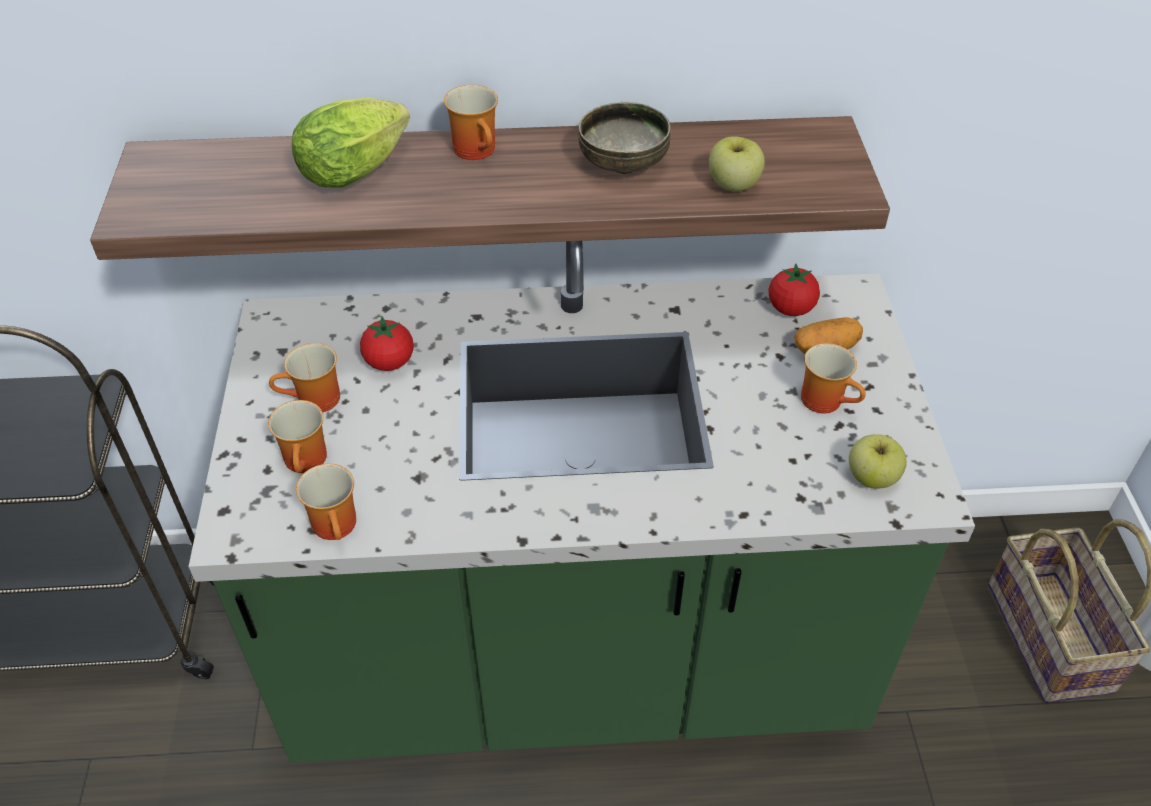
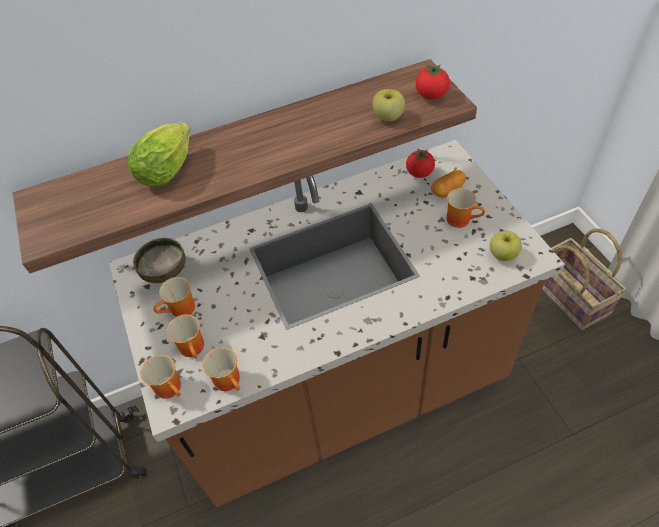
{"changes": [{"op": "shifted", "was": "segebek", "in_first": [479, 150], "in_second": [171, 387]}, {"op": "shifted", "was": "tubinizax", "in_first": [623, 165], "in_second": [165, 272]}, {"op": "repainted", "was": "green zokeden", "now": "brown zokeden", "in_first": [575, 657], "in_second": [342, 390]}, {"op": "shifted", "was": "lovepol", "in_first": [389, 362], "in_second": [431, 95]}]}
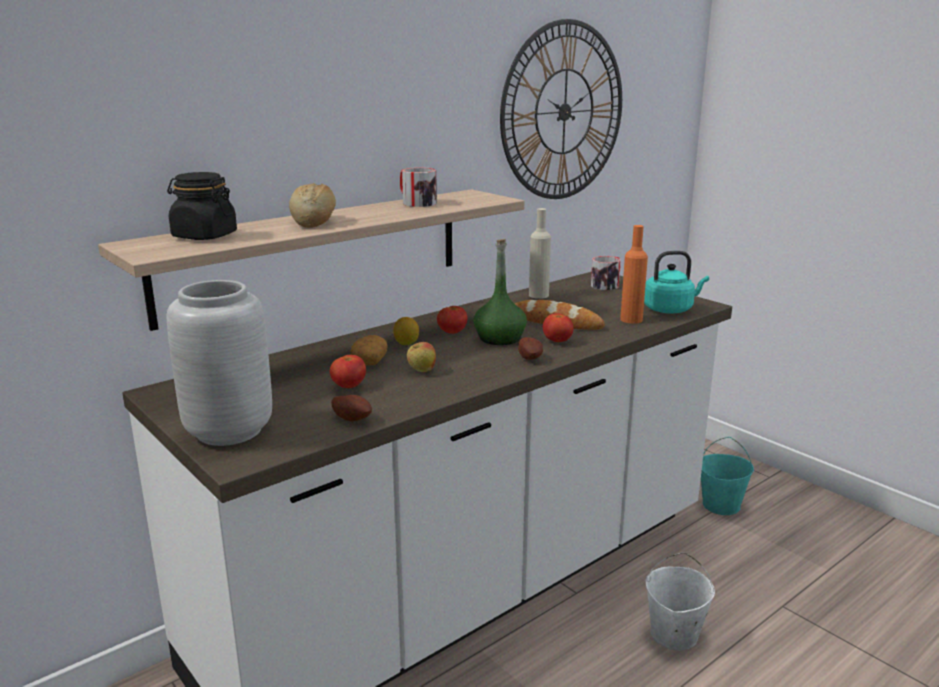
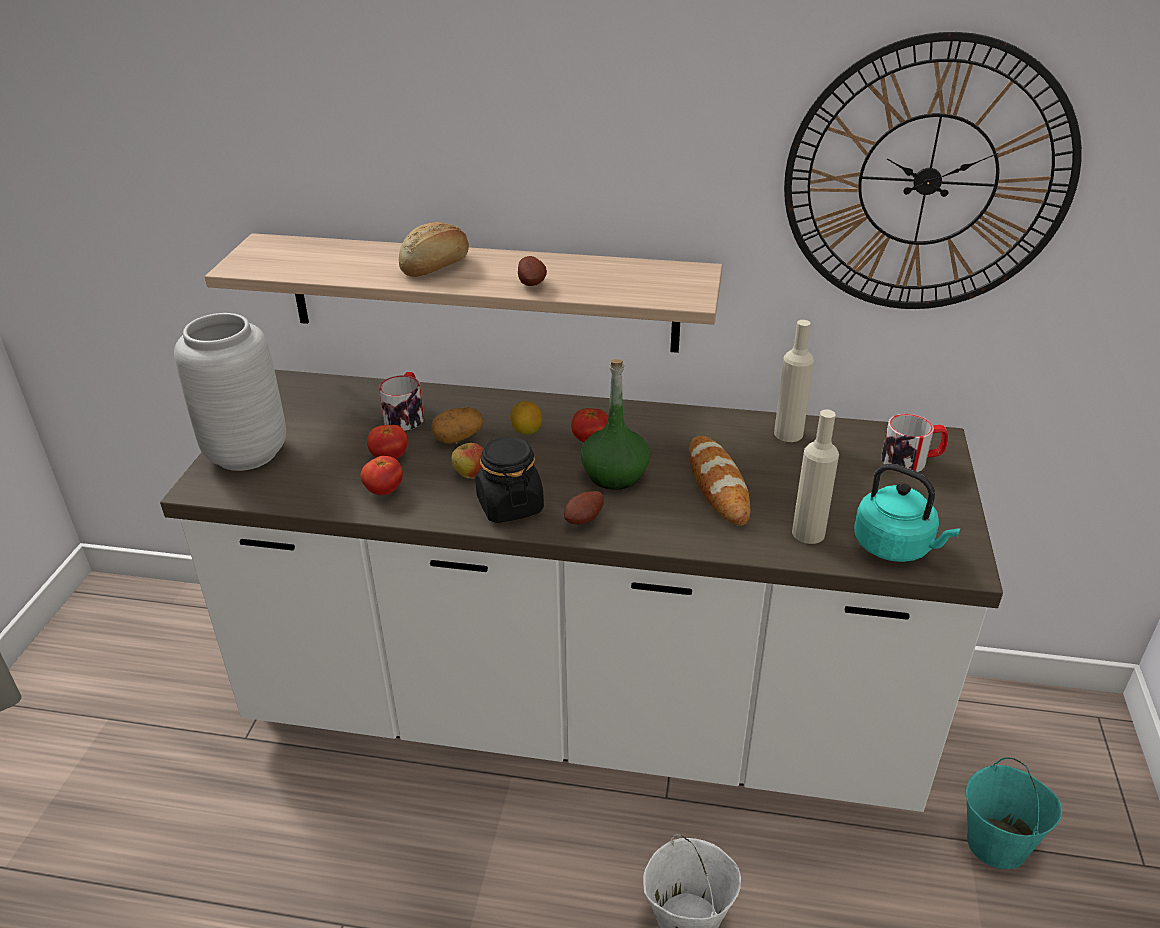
{"changes": [{"op": "shifted", "was": "segebek", "in_first": [415, 202], "in_second": [406, 415]}, {"op": "shifted", "was": "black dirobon", "in_first": [204, 236], "in_second": [509, 505]}, {"op": "repainted", "was": "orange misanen", "now": "beige misanen", "in_first": [631, 319], "in_second": [808, 533]}, {"op": "shifted", "was": "lovepol", "in_first": [557, 341], "in_second": [384, 491]}, {"op": "shifted", "was": "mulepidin", "in_first": [353, 419], "in_second": [532, 283]}]}
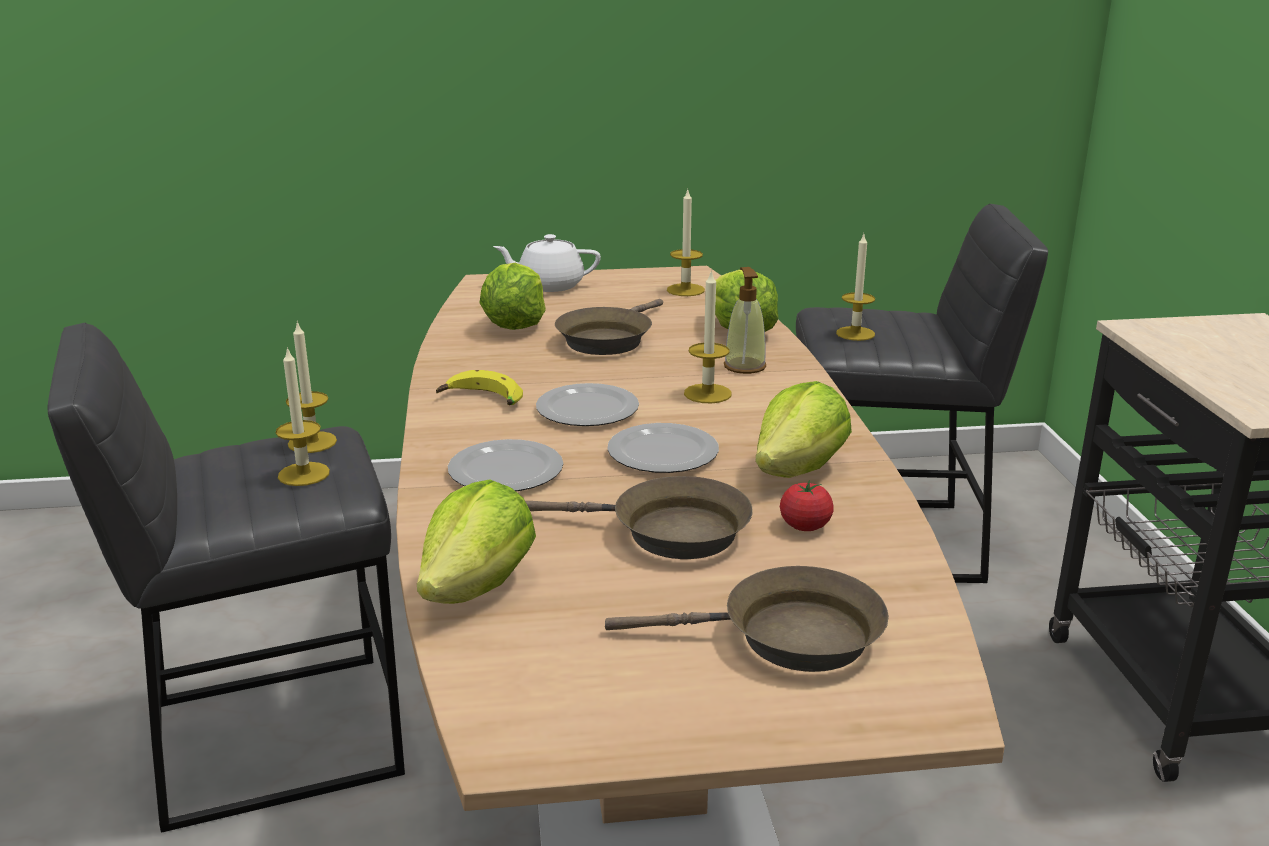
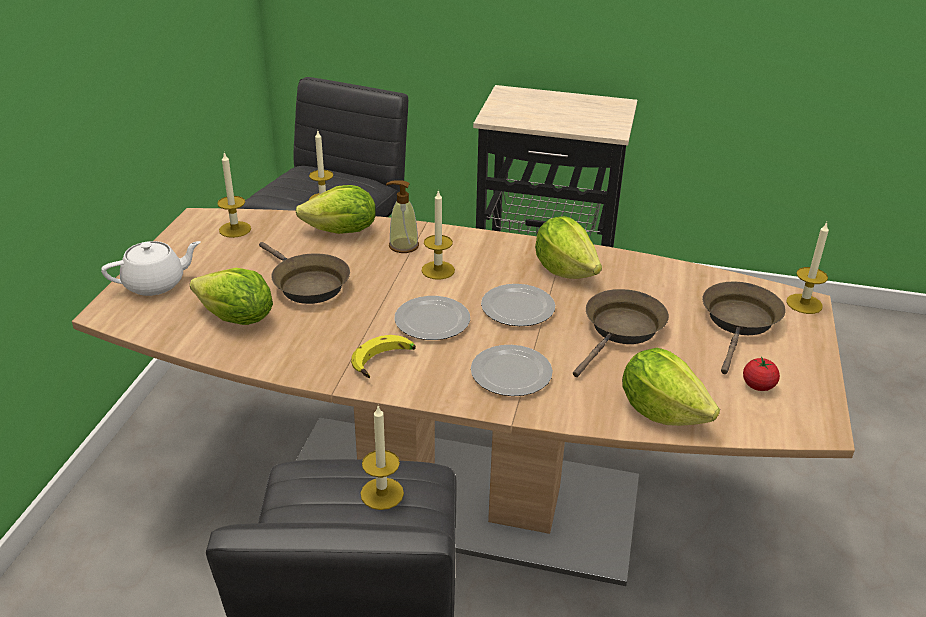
{"changes": [{"op": "rotated", "was": "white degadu", "in_first": [549, 285], "in_second": [156, 284], "clockwise": -135}, {"op": "shifted", "was": "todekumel", "in_first": [312, 442], "in_second": [804, 304]}, {"op": "shifted", "was": "lovepol", "in_first": [805, 526], "in_second": [758, 386]}]}
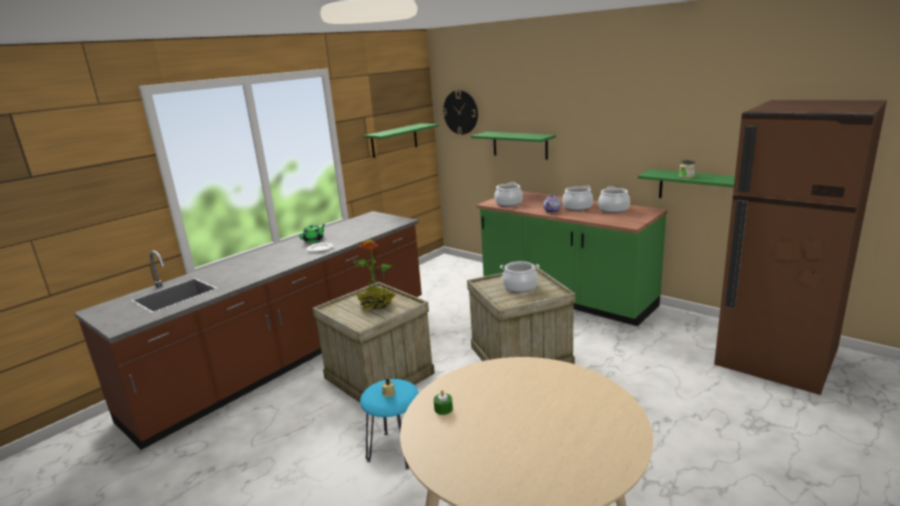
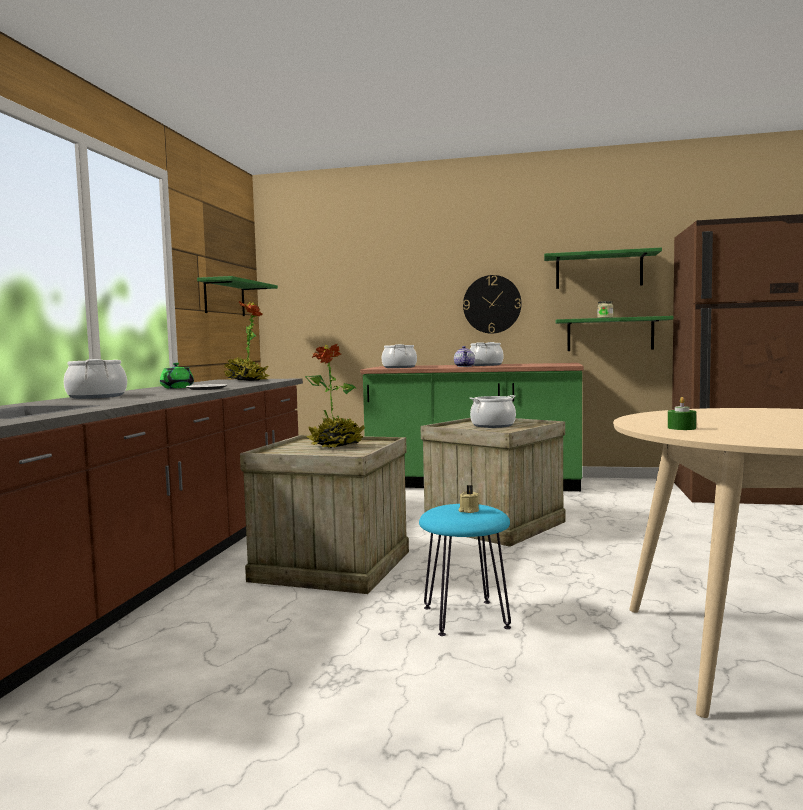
{"changes": [{"op": "shifted", "was": "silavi", "in_first": [460, 112], "in_second": [492, 304]}, {"op": "shifted", "was": "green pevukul", "in_first": [519, 145], "in_second": [599, 271]}, {"op": "shifted", "was": "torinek", "in_first": [613, 209], "in_second": [97, 396]}, {"op": "new", "now": "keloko", "in_second": [246, 380]}]}
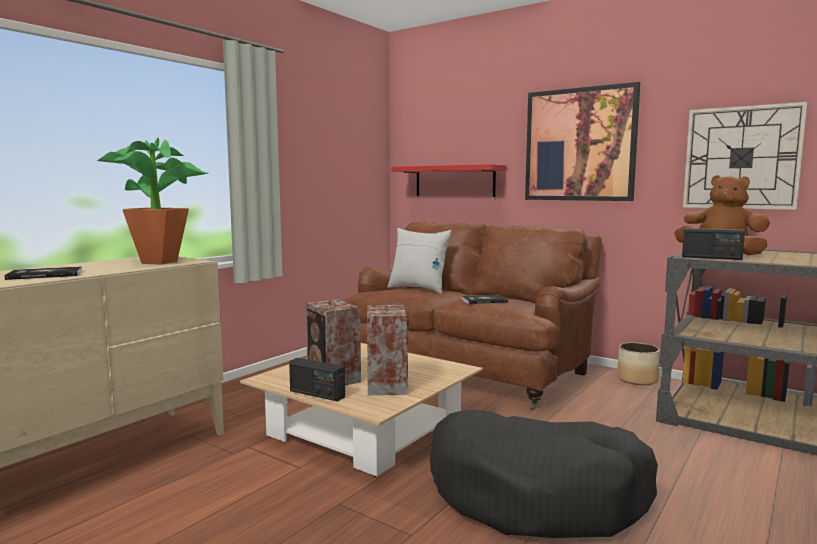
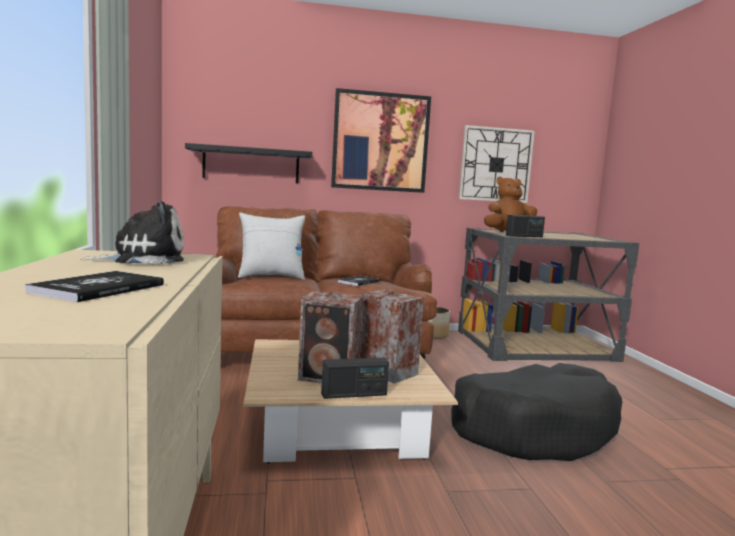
{"changes": [{"op": "swapped", "was": "keloko", "now": "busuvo", "in_first": [156, 261], "in_second": [143, 259]}, {"op": "repainted", "was": "red pevukul", "now": "black pevukul", "in_first": [454, 181], "in_second": [251, 165]}]}
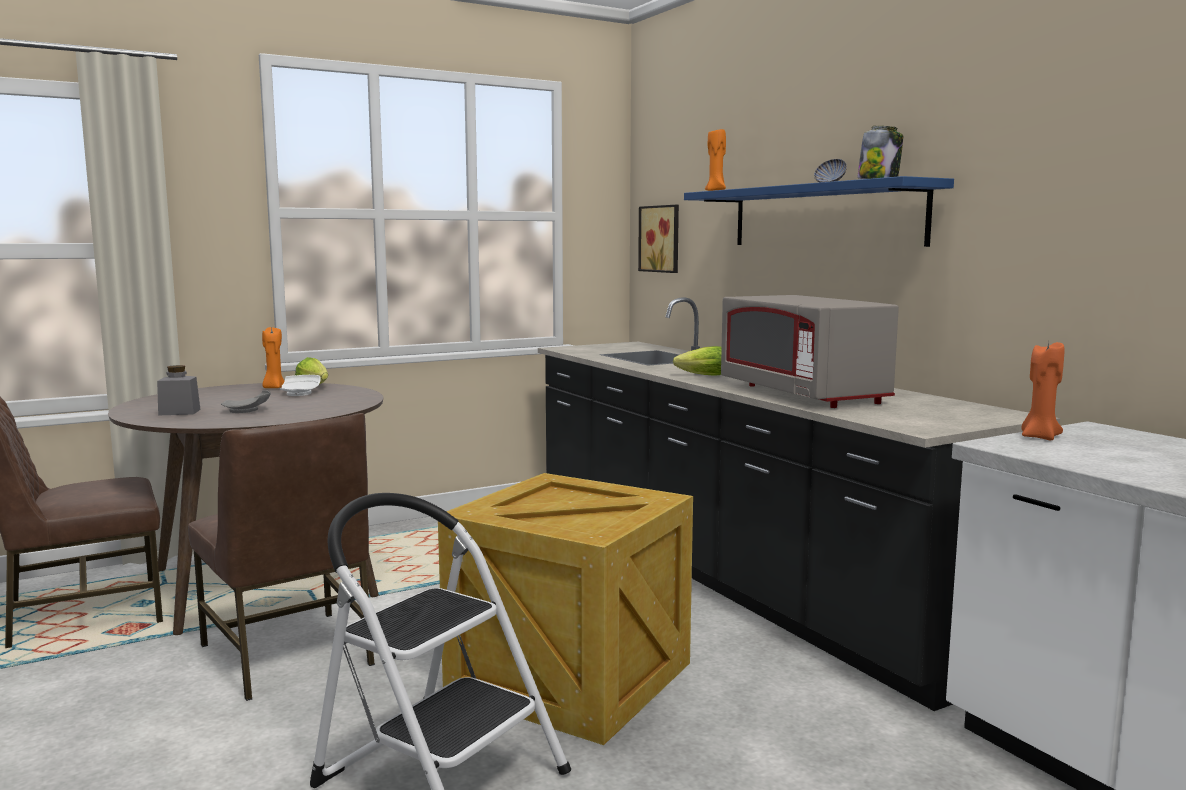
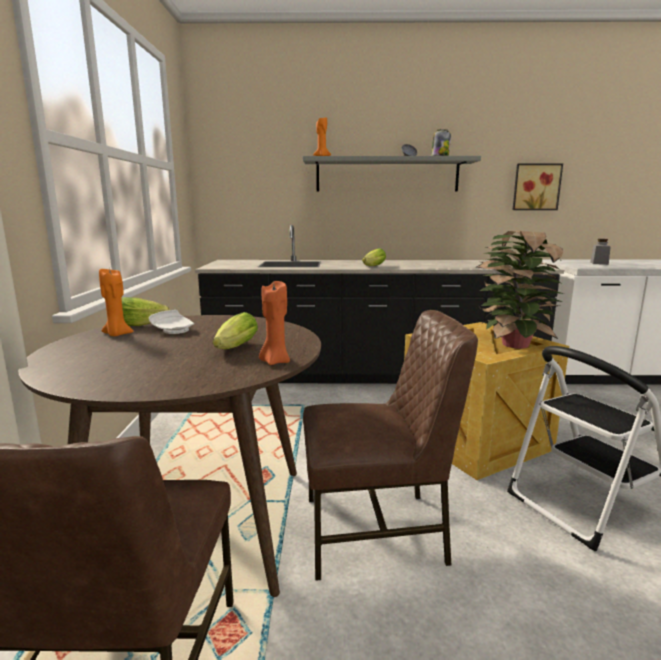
{"changes": [{"op": "repainted", "was": "blue pevukul", "now": "grey pevukul", "in_first": [823, 216], "in_second": [387, 175]}, {"op": "shifted", "was": "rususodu", "in_first": [661, 239], "in_second": [536, 187]}, {"op": "gone", "was": "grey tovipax", "in_first": [802, 394]}, {"op": "shifted", "was": "orange todekumel", "in_first": [1039, 437], "in_second": [275, 361]}, {"op": "shifted", "was": "grey dirobon", "in_first": [179, 412], "in_second": [599, 263]}, {"op": "swapped", "was": "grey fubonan", "now": "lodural", "in_first": [247, 411], "in_second": [234, 349]}, {"op": "new", "now": "keloko", "in_second": [512, 344]}]}
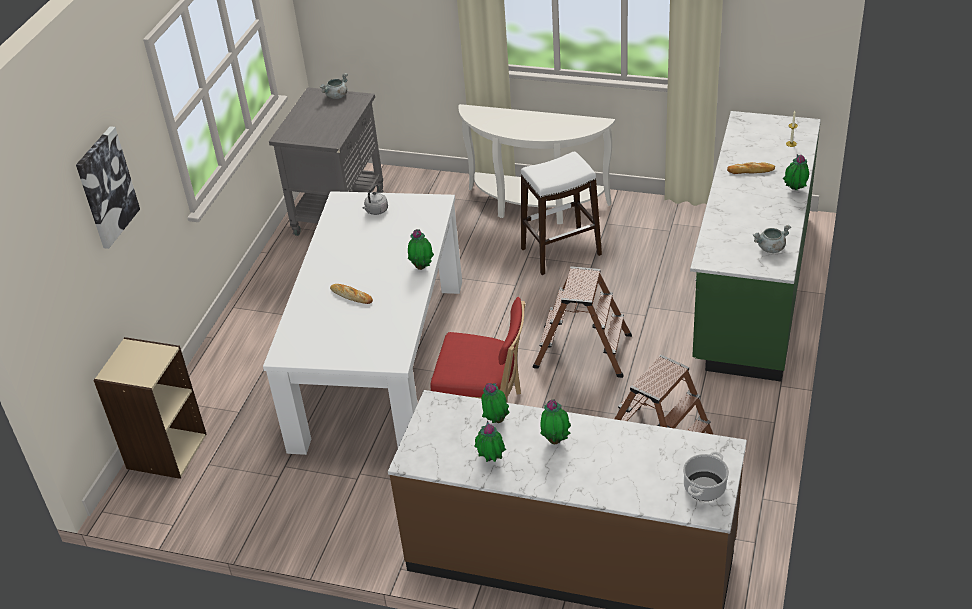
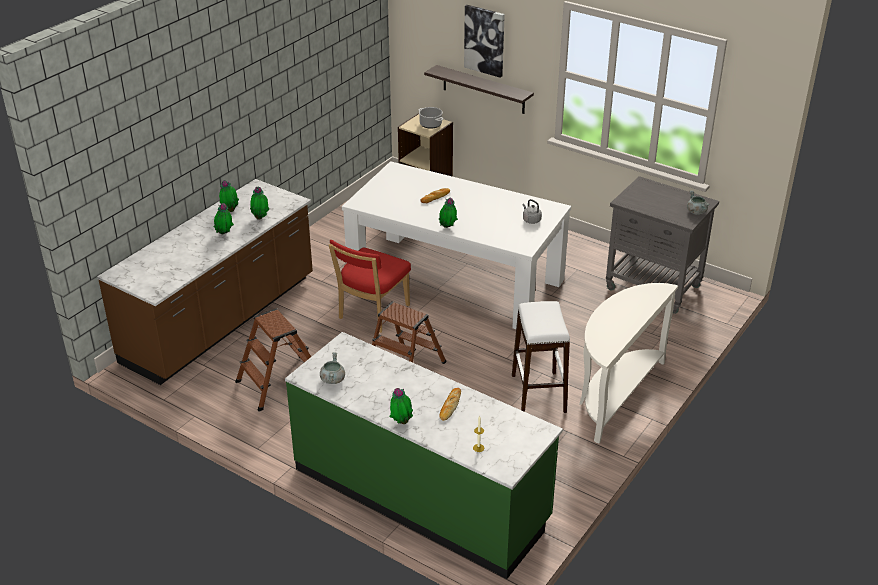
{"changes": [{"op": "shifted", "was": "torinek", "in_first": [704, 488], "in_second": [430, 124]}, {"op": "new", "now": "pevukul", "in_second": [483, 89]}]}
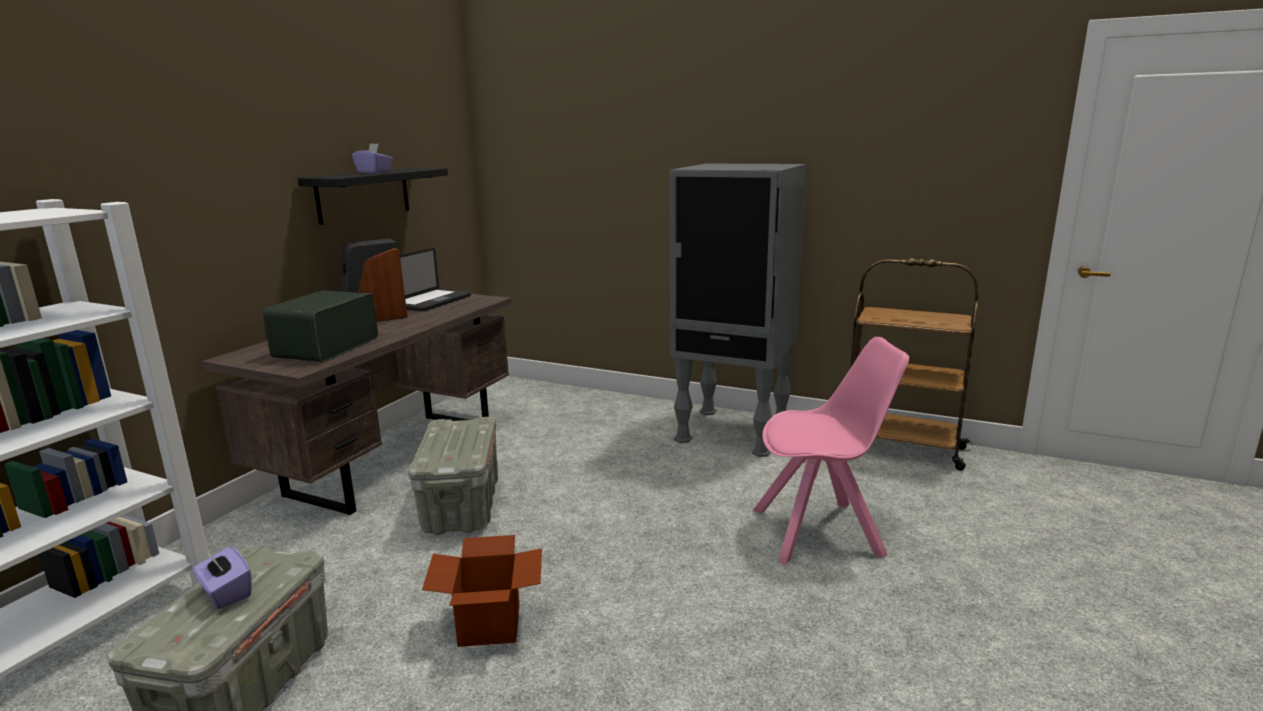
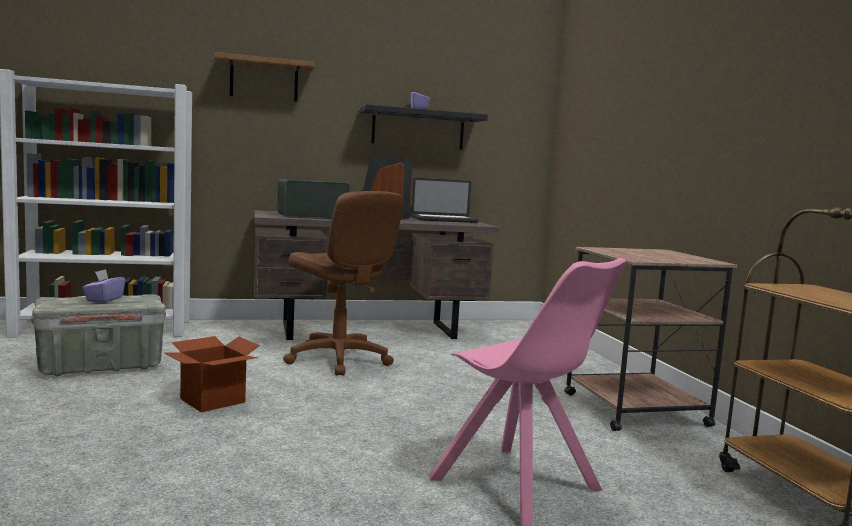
{"changes": [{"op": "swapped", "was": "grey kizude", "now": "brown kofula", "in_first": [733, 432], "in_second": [636, 411]}, {"op": "swapped", "was": "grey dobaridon", "now": "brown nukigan", "in_first": [462, 507], "in_second": [338, 359]}, {"op": "new", "now": "pevukul", "in_second": [264, 80]}]}
